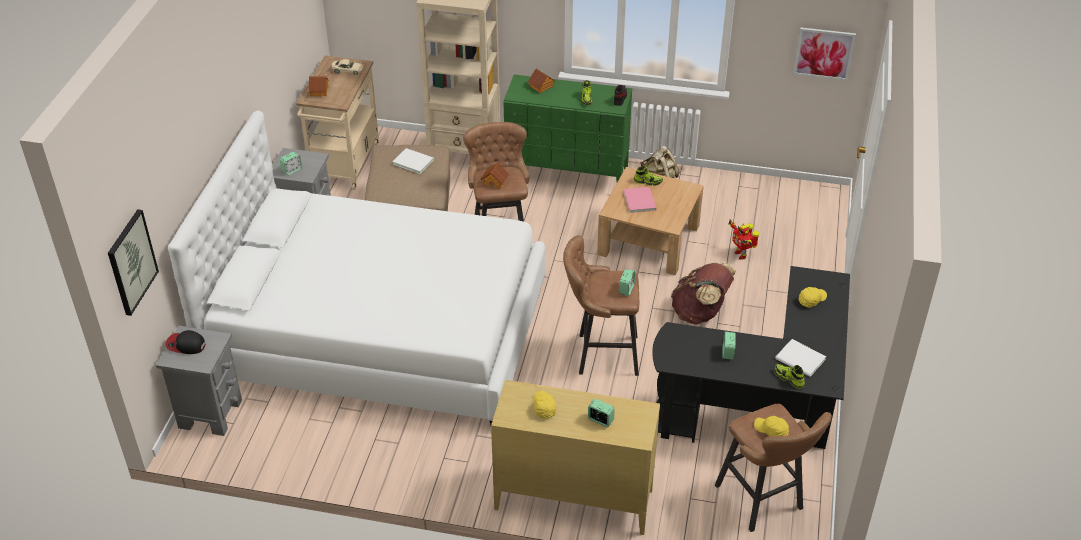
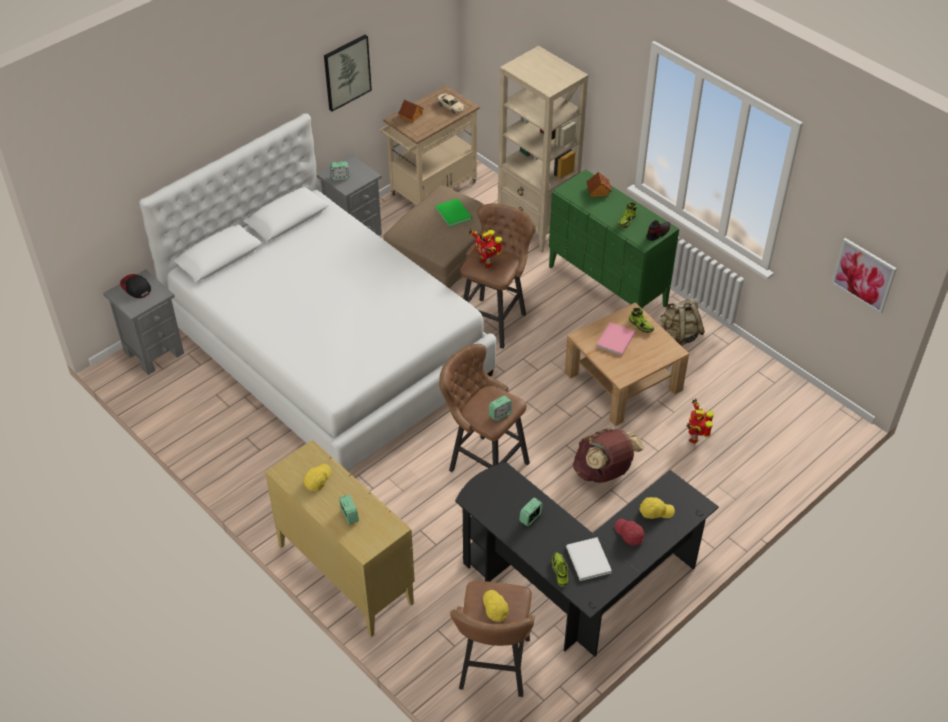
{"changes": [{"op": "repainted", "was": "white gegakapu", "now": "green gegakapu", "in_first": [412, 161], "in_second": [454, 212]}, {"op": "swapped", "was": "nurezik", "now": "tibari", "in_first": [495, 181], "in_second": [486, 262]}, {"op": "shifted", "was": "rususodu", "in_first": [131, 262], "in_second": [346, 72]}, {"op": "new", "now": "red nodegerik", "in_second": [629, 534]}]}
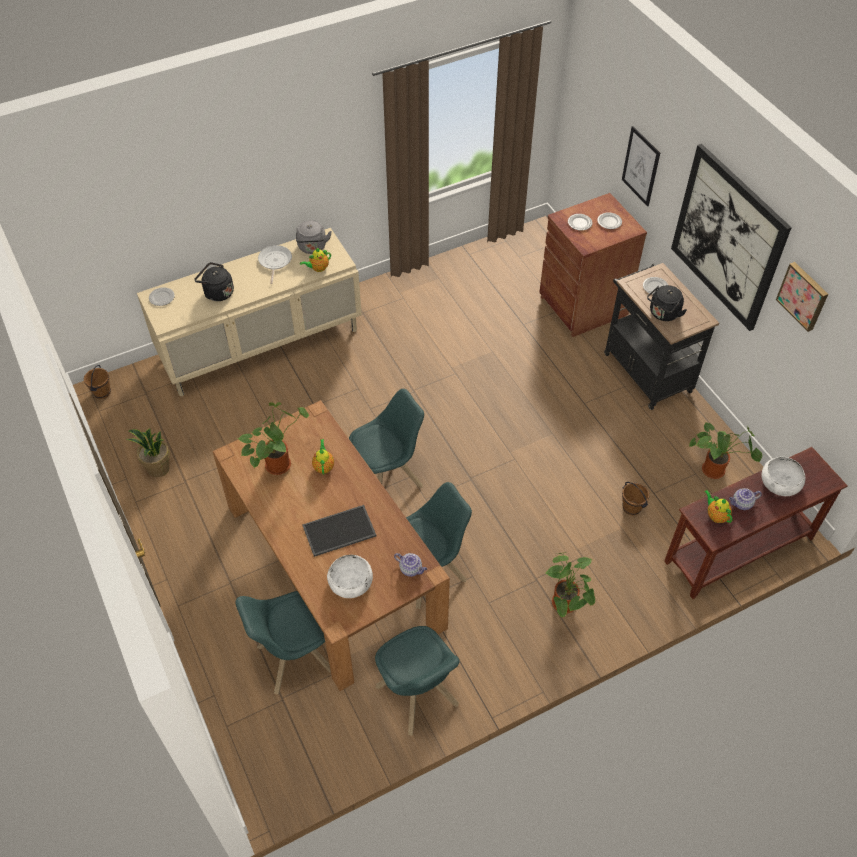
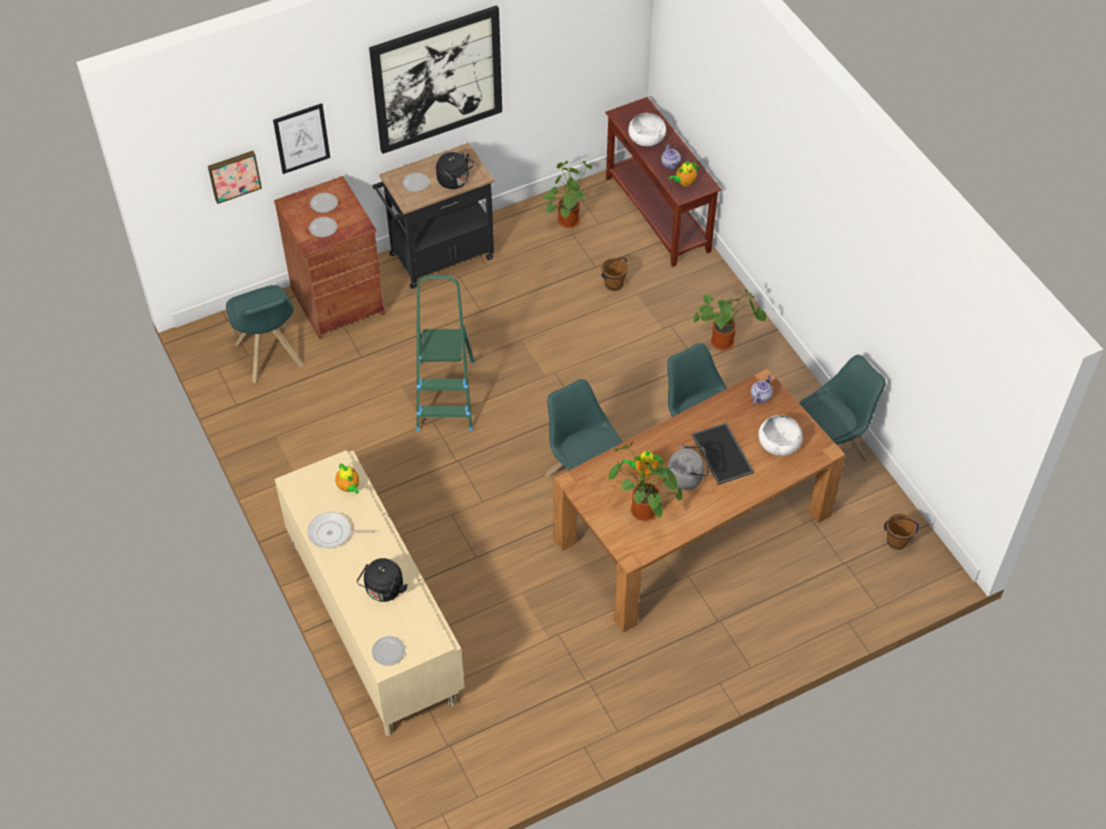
{"changes": [{"op": "shifted", "was": "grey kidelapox", "in_first": [312, 248], "in_second": [687, 477]}, {"op": "shifted", "was": "rususodu", "in_first": [803, 295], "in_second": [234, 175]}, {"op": "shifted", "was": "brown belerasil", "in_first": [102, 393], "in_second": [896, 542]}, {"op": "gone", "was": "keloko", "in_first": [158, 469]}, {"op": "shifted", "was": "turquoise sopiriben", "in_first": [294, 658], "in_second": [269, 355]}, {"op": "new", "now": "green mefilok", "in_second": [445, 396]}]}
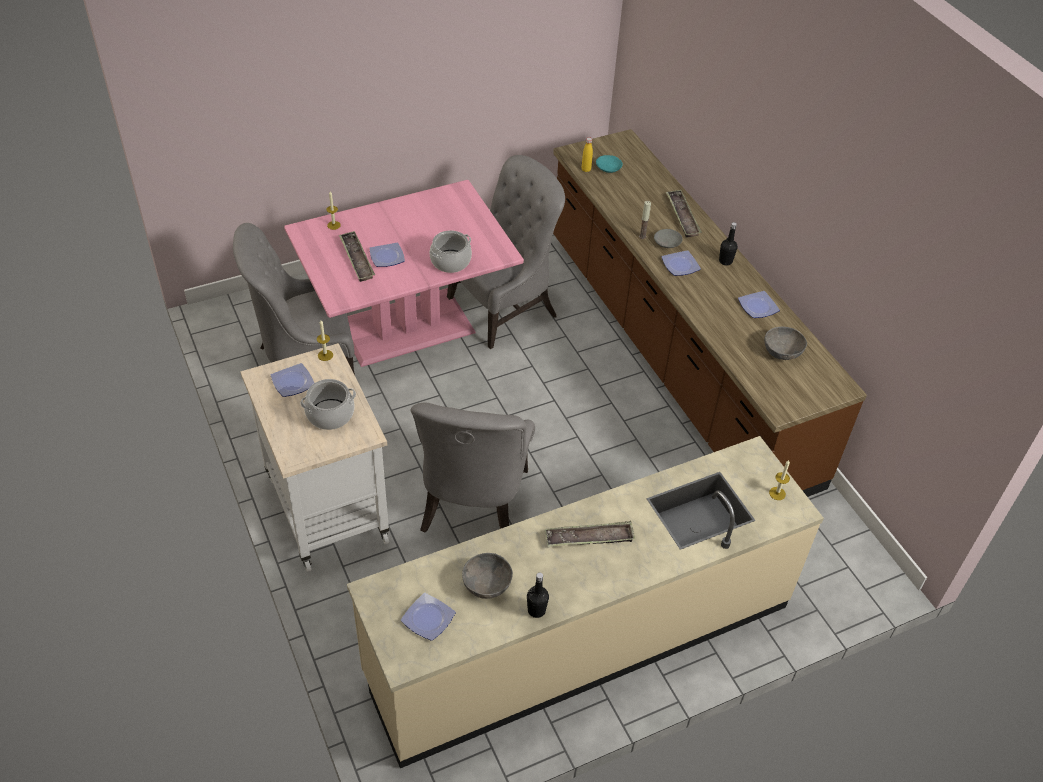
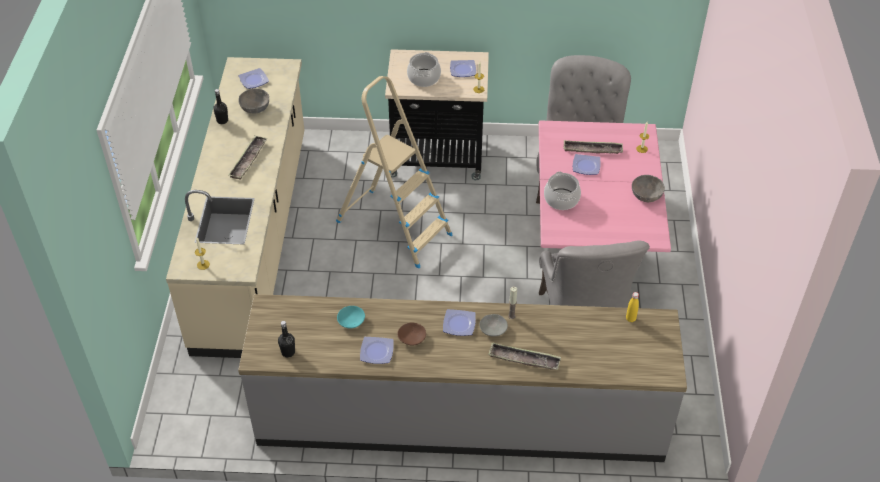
{"changes": [{"op": "repainted", "was": "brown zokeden", "now": "grey zokeden", "in_first": [675, 356], "in_second": [461, 416]}, {"op": "shifted", "was": "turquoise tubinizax", "in_first": [608, 168], "in_second": [351, 321]}, {"op": "shifted", "was": "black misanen", "in_first": [725, 261], "in_second": [288, 352]}, {"op": "shifted", "was": "grey tubinizax", "in_first": [782, 352], "in_second": [646, 195]}, {"op": "repainted", "was": "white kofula", "now": "black kofula", "in_first": [326, 508], "in_second": [437, 158]}, {"op": "swapped", "was": "grey sopiriben", "now": "beige mefilok", "in_first": [473, 501], "in_second": [394, 228]}, {"op": "new", "now": "brown tubinizax", "in_second": [412, 337]}]}
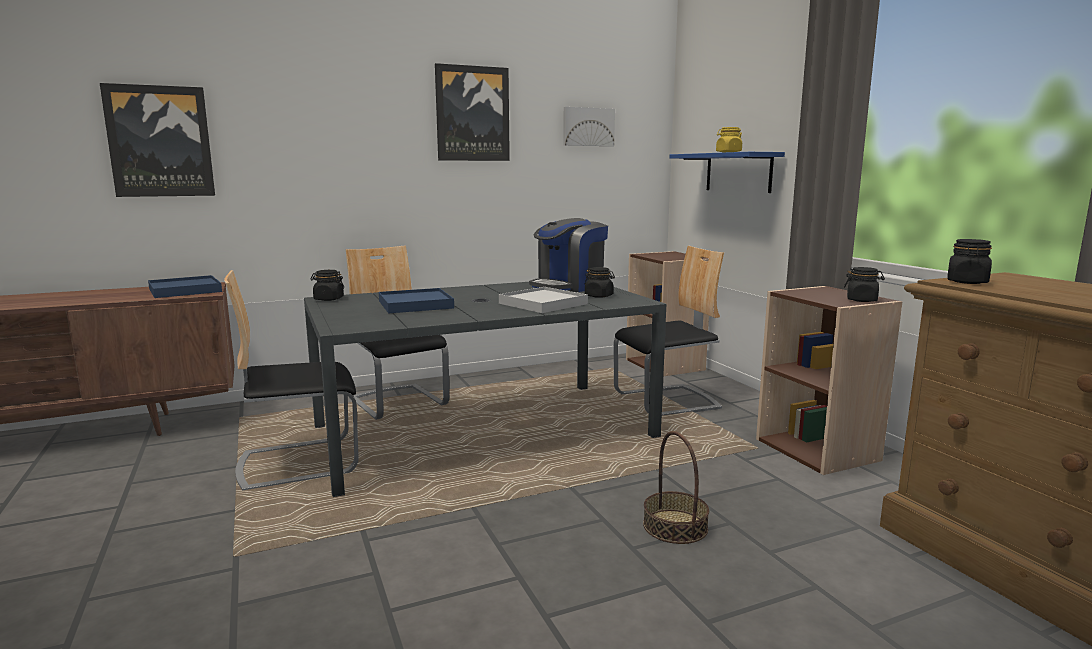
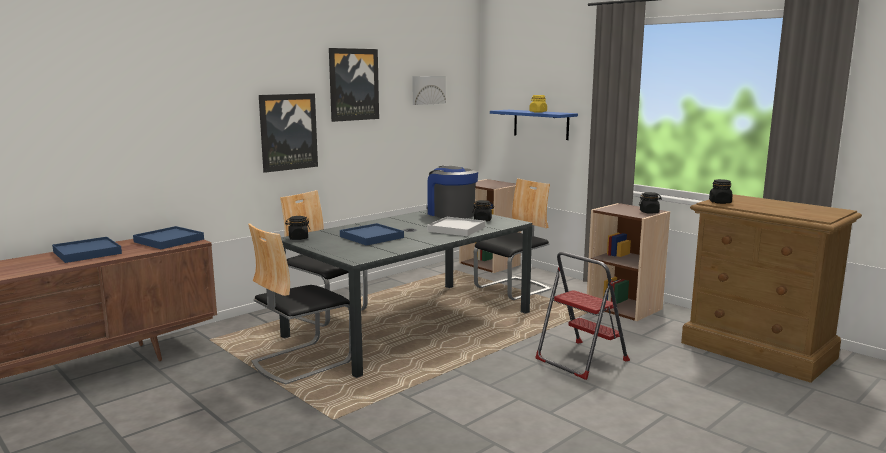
{"changes": [{"op": "shifted", "was": "rususodu", "in_first": [160, 141], "in_second": [288, 132]}, {"op": "rotated", "was": "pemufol", "in_first": [569, 286], "in_second": [450, 214], "clockwise": 120}, {"op": "swapped", "was": "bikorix", "now": "red mefilok", "in_first": [675, 526], "in_second": [579, 360]}, {"op": "new", "now": "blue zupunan", "in_second": [87, 253]}]}
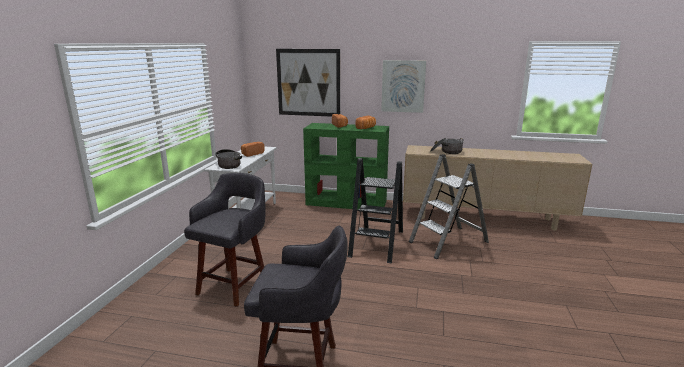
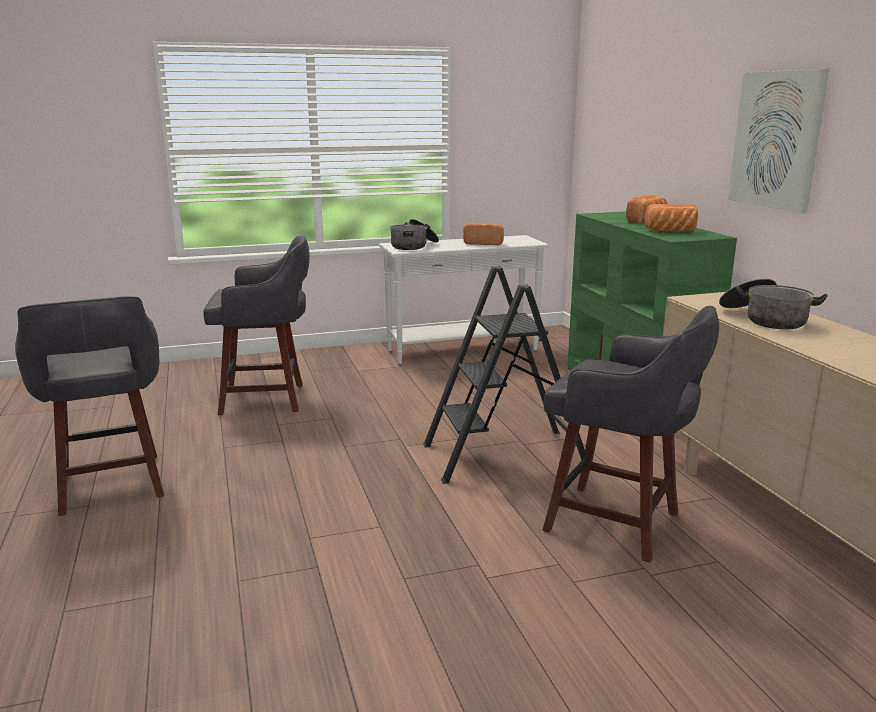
{"changes": [{"op": "gone", "was": "rususodu", "in_first": [308, 83]}, {"op": "swapped", "was": "grey mefilok", "now": "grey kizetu", "in_first": [449, 241], "in_second": [618, 524]}]}
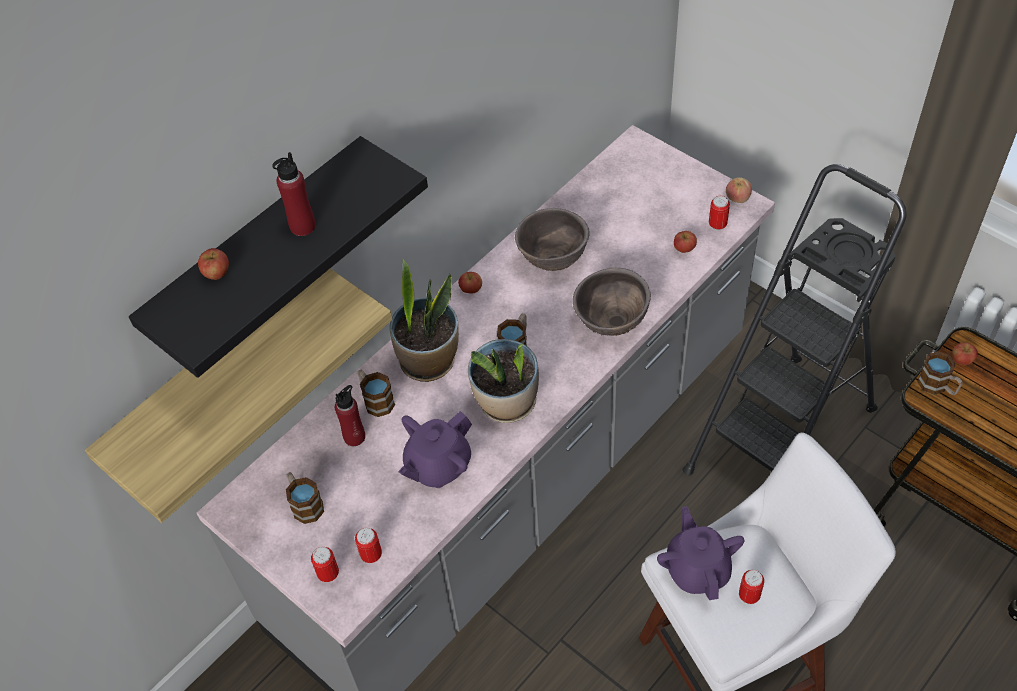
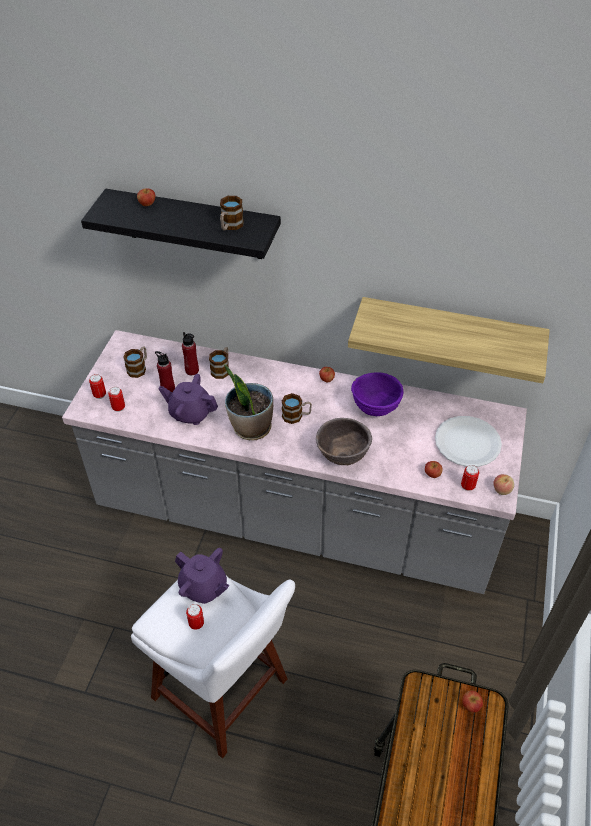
{"changes": [{"op": "shifted", "was": "red misanen", "in_first": [302, 226], "in_second": [168, 390]}, {"op": "gone", "was": "mefilok", "in_first": [783, 436]}, {"op": "repainted", "was": "brown tubinizax", "now": "purple tubinizax", "in_first": [552, 260], "in_second": [375, 409]}, {"op": "gone", "was": "keloko", "in_first": [429, 360]}, {"op": "shifted", "was": "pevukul", "in_first": [217, 374], "in_second": [450, 332]}, {"op": "shifted", "was": "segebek", "in_first": [937, 386], "in_second": [230, 226]}, {"op": "rotated", "was": "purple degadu", "in_first": [697, 569], "in_second": [203, 587], "clockwise": 75}, {"op": "new", "now": "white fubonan", "in_second": [467, 442]}]}
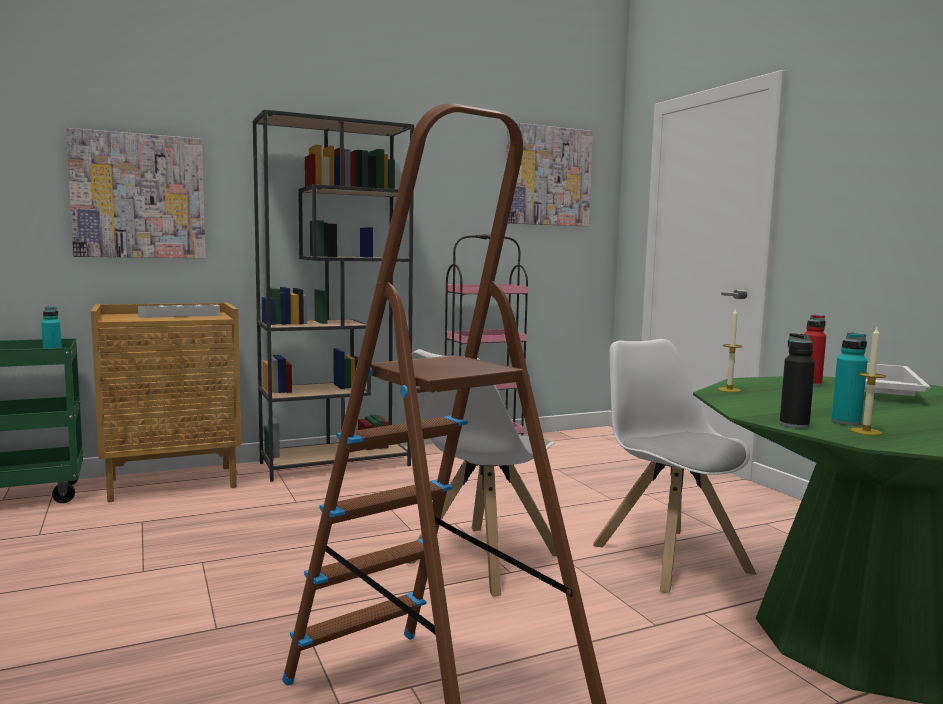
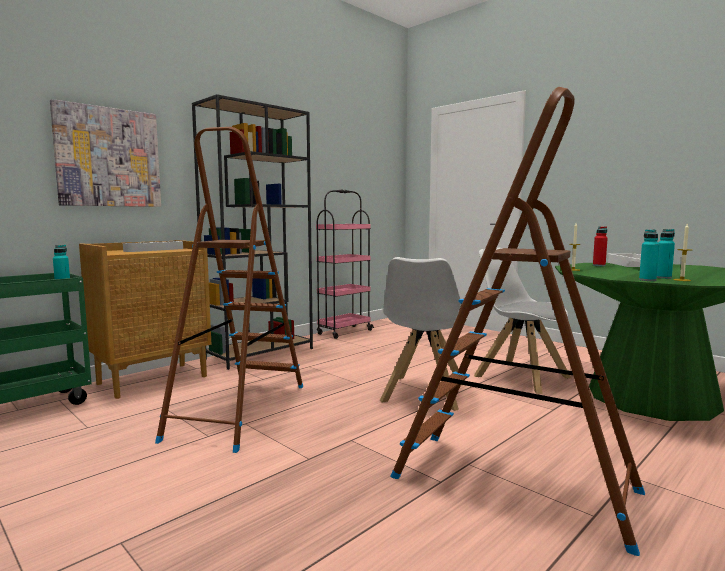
{"changes": [{"op": "gone", "was": "rususodu", "in_first": [547, 176]}, {"op": "repainted", "was": "black misanen", "now": "turquoise misanen", "in_first": [794, 425], "in_second": [647, 280]}, {"op": "new", "now": "brown mefilok", "in_second": [240, 410]}]}
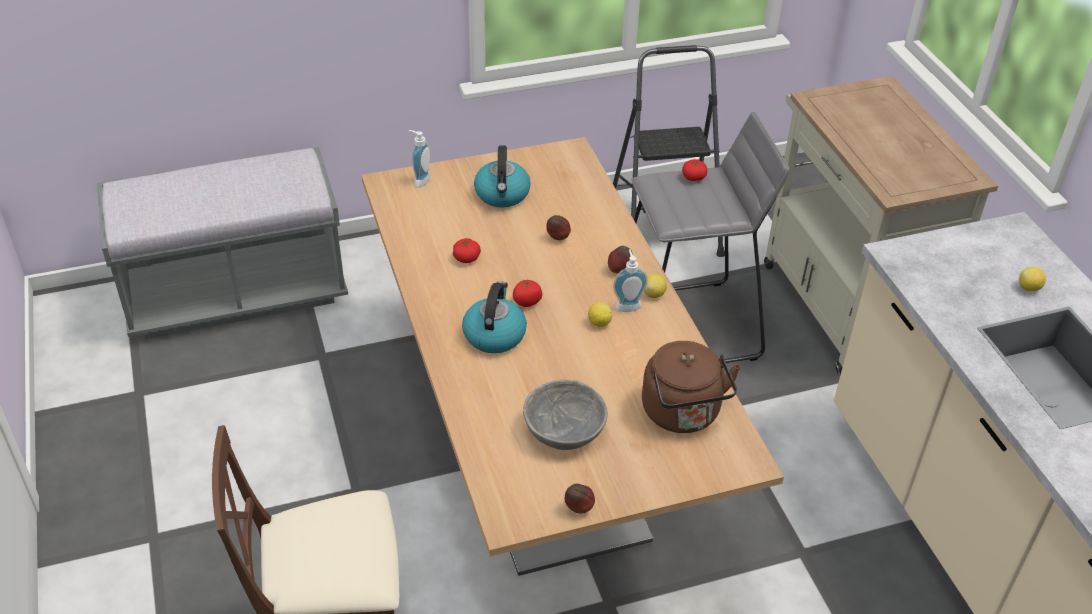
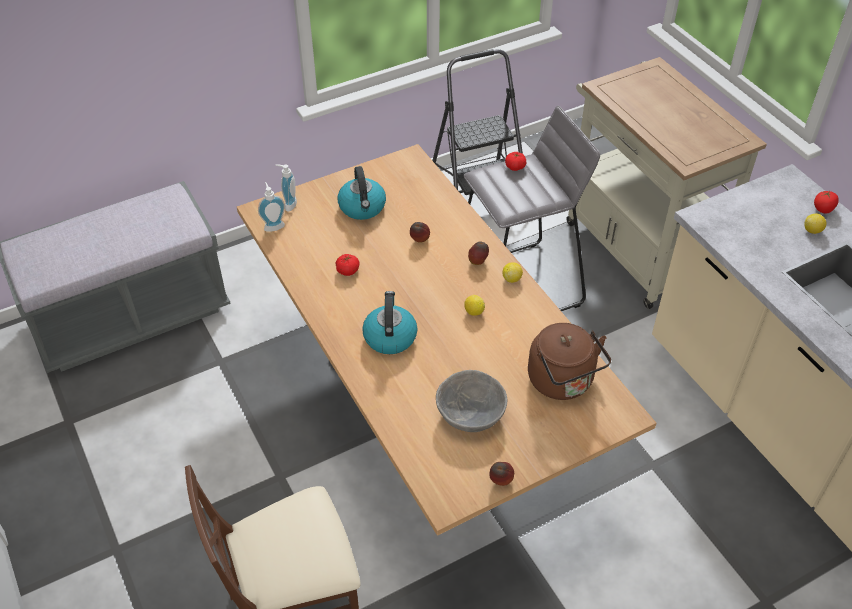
{"changes": [{"op": "shifted", "was": "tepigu", "in_first": [627, 305], "in_second": [273, 225]}, {"op": "shifted", "was": "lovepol", "in_first": [527, 302], "in_second": [823, 209]}]}
